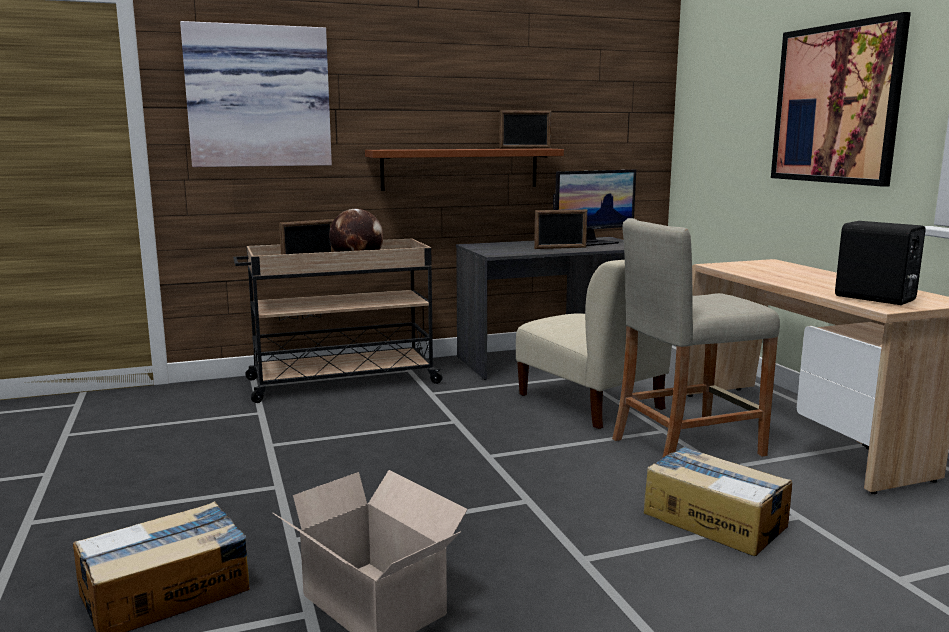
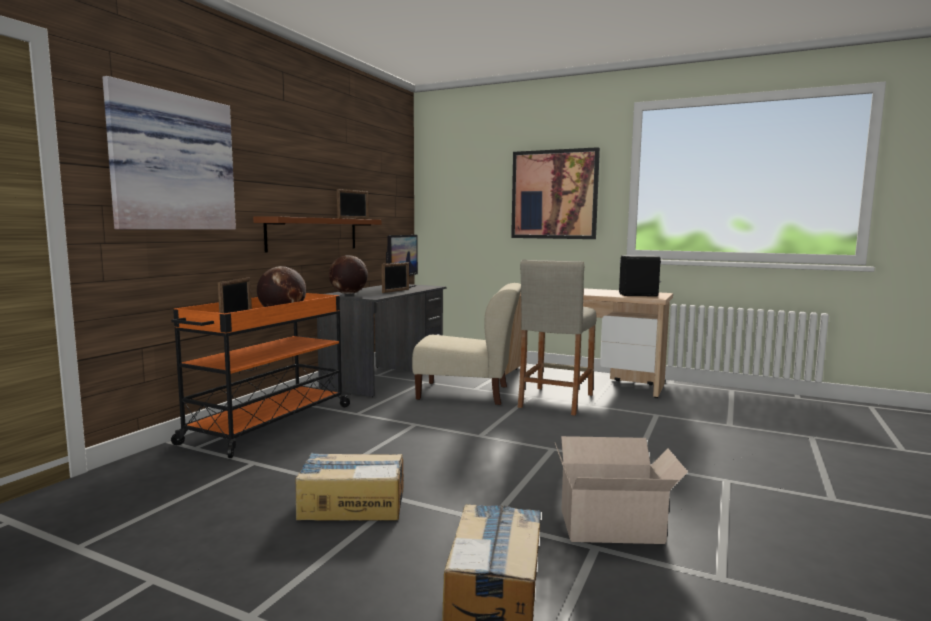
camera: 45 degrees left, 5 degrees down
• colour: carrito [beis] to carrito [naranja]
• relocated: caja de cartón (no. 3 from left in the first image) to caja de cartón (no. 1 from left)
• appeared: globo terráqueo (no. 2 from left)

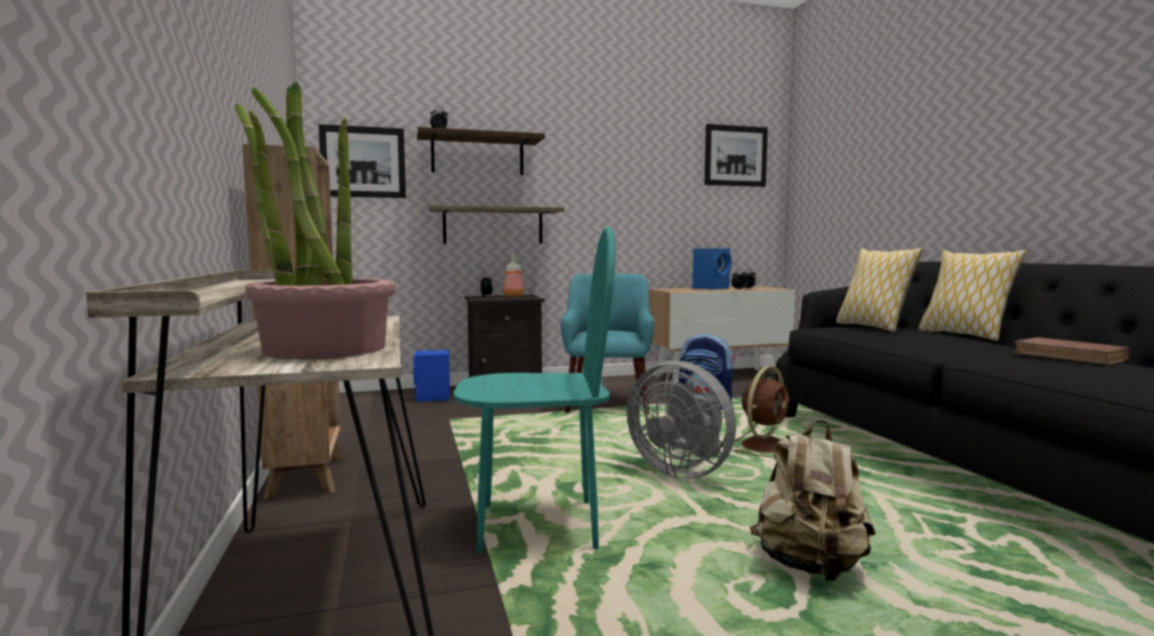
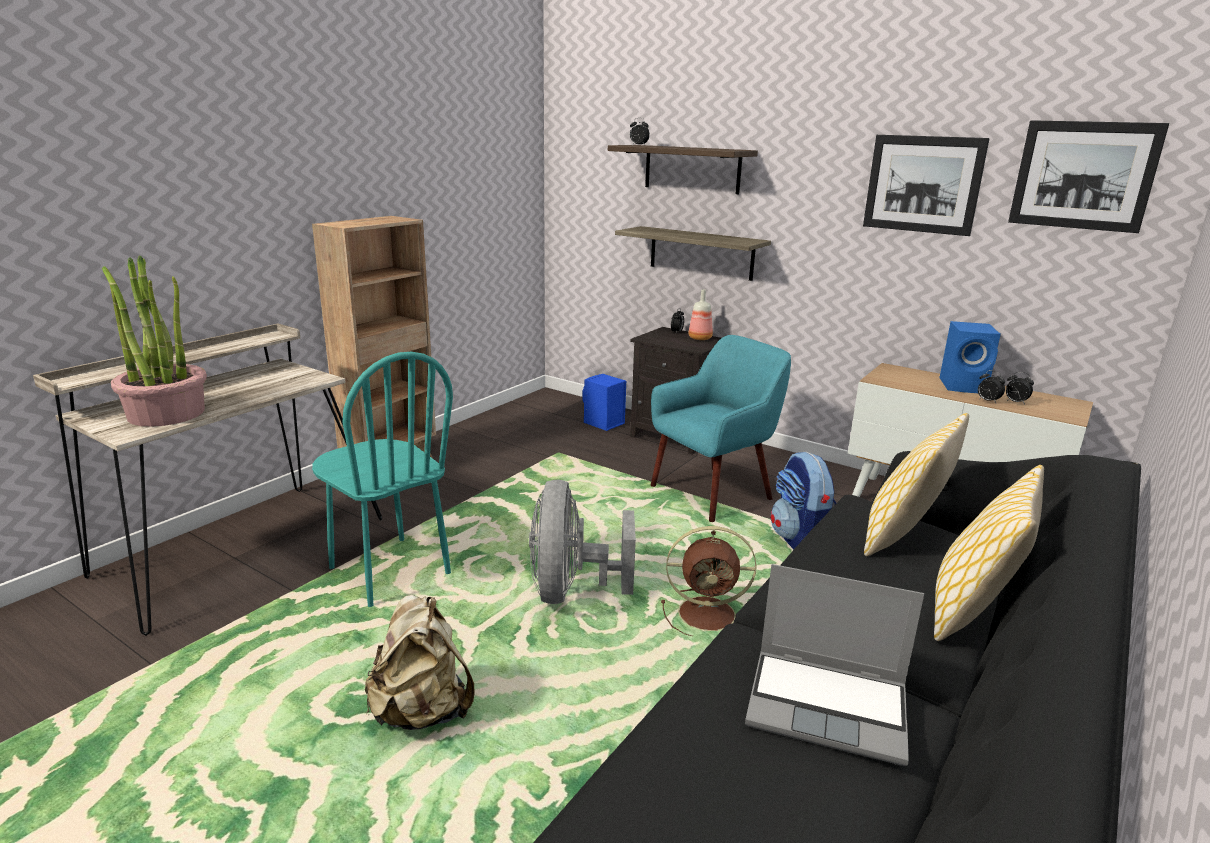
camera: 50 degrees right, 15 degrees up
• relocated: cuadro (no. 1 from left)
• exchanged: libro [marrón] to portátil

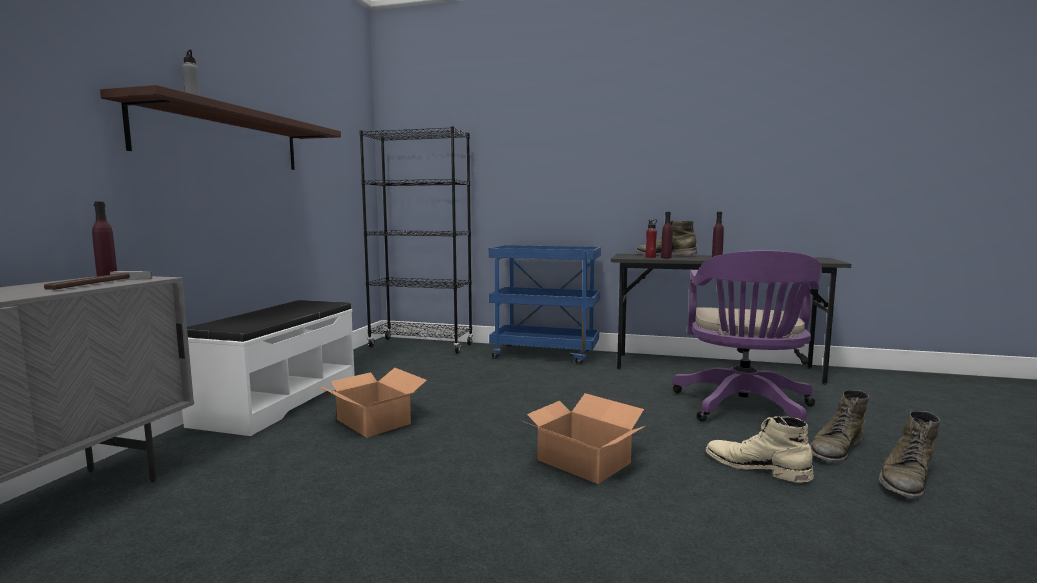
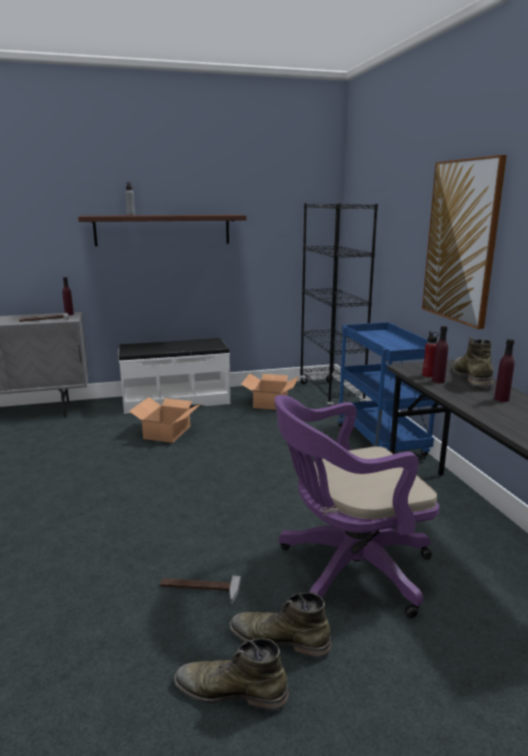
camera: 60 degrees right, 10 degrees up
• relocated: caja de cartón (no. 2 from left)
• exchanged: bota [beis] to martillo (no. 2 from left)
• appeared: cuadro

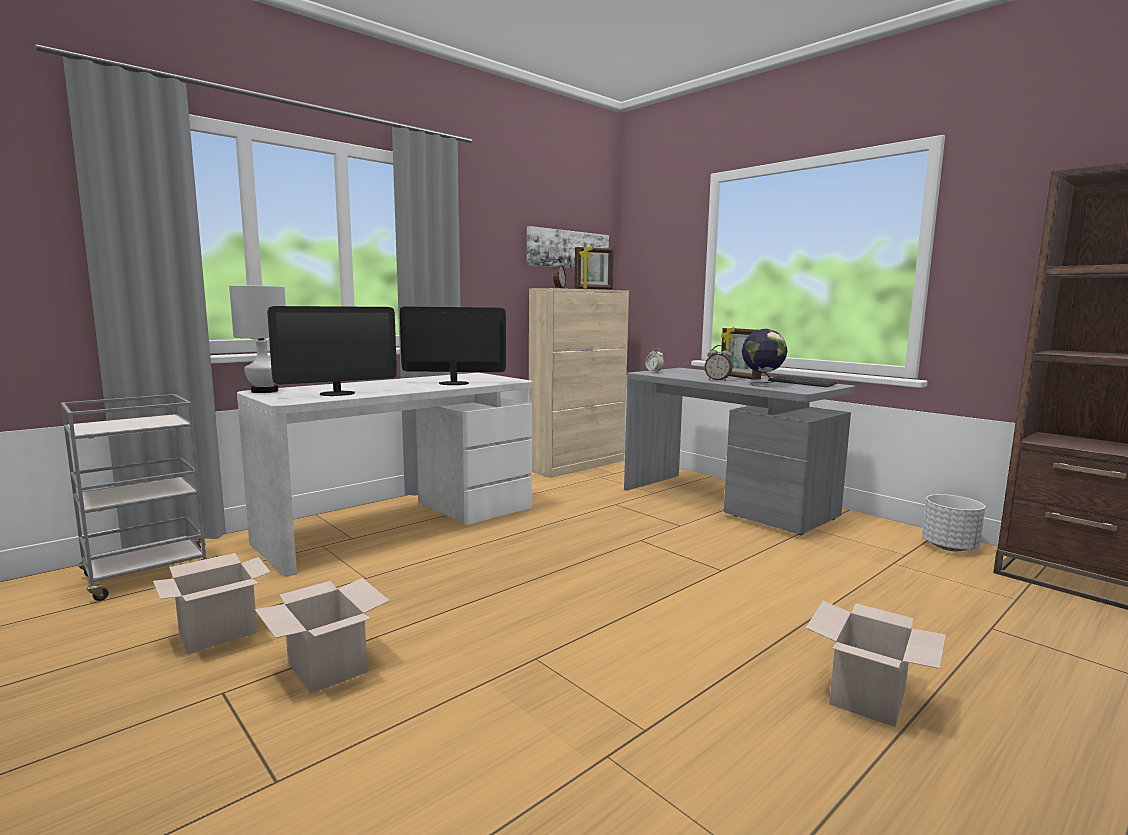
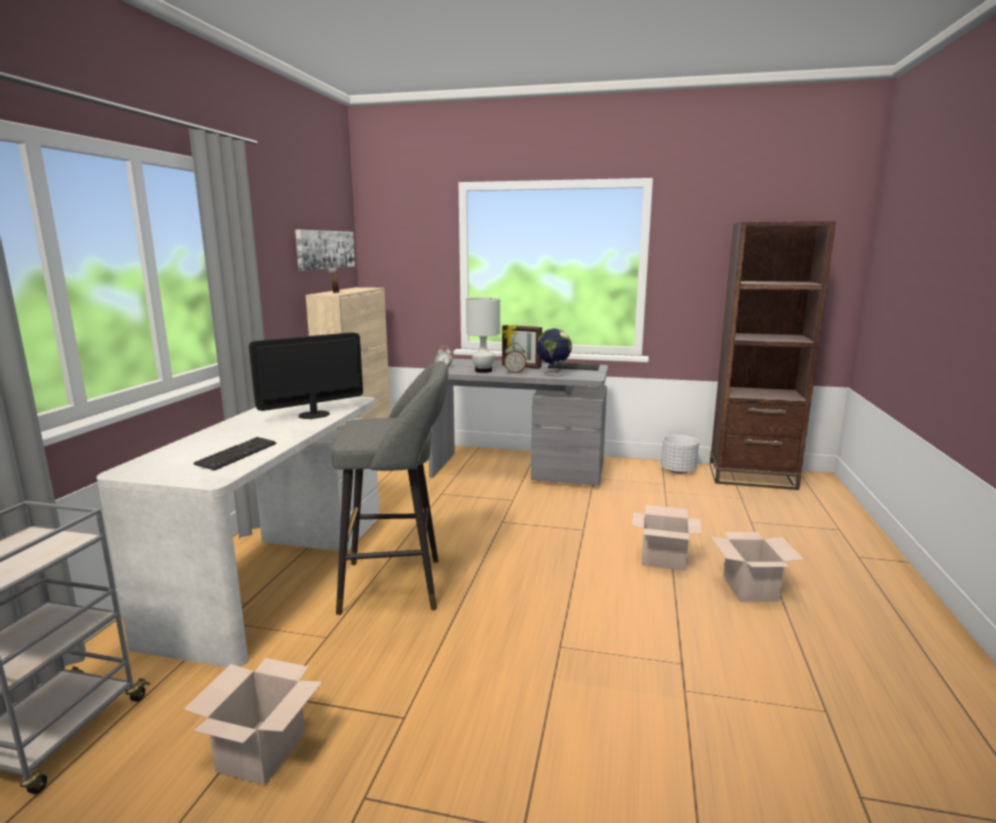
camera: 35 degrees left, 5 degrees up
• relocated: lámpara de mesa [blanco]
• relocated: caja de cartón (no. 2 from left)
• exchanged: monitor (no. 1 from left) to teclado (no. 1 from left)
• missing: portarretratos (no. 1 from left)
• appeared: taburete [gris]

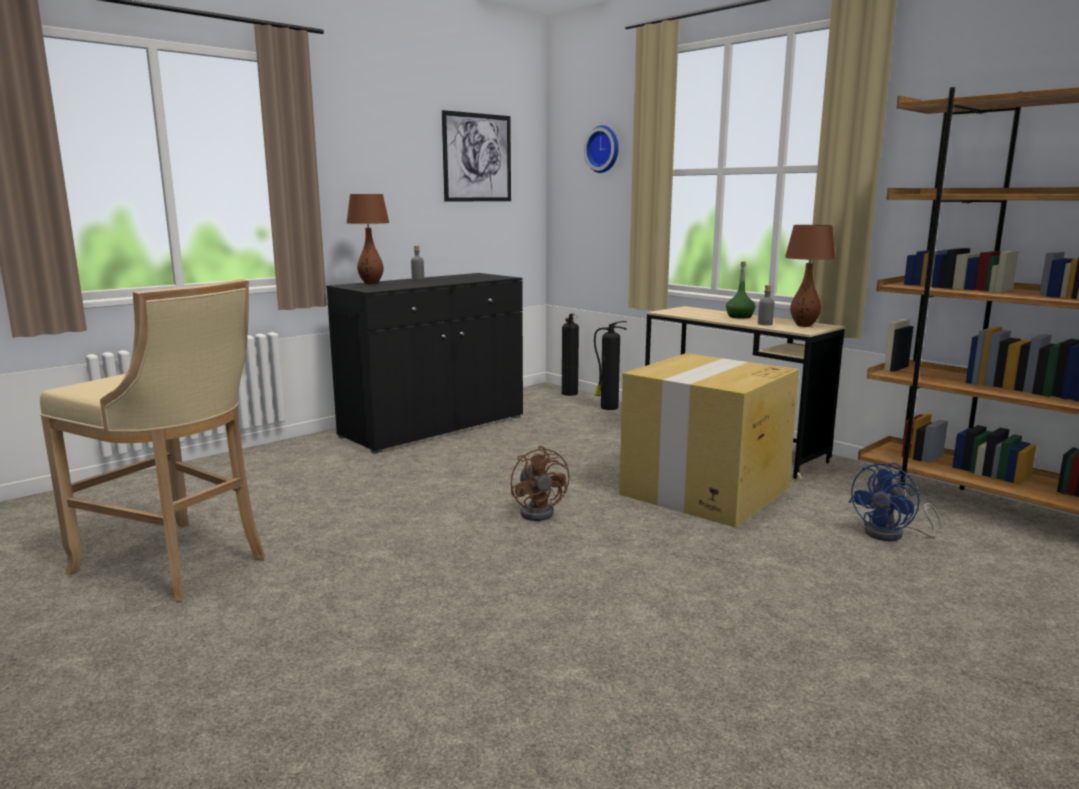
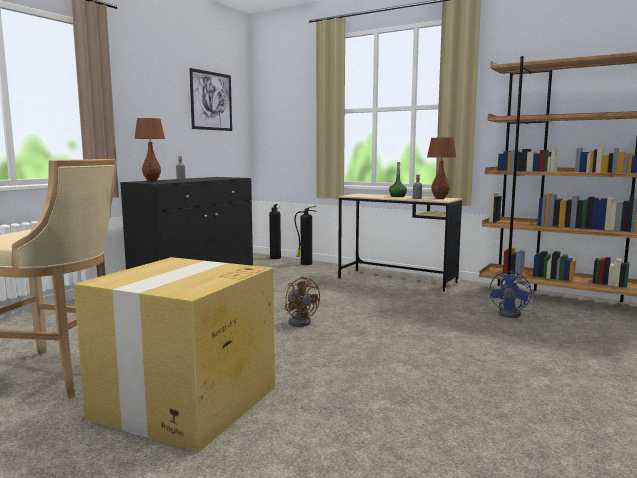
camera: 15 degrees left, 5 degrees down
• missing: reloj de pared
• relocated: caja de cartón

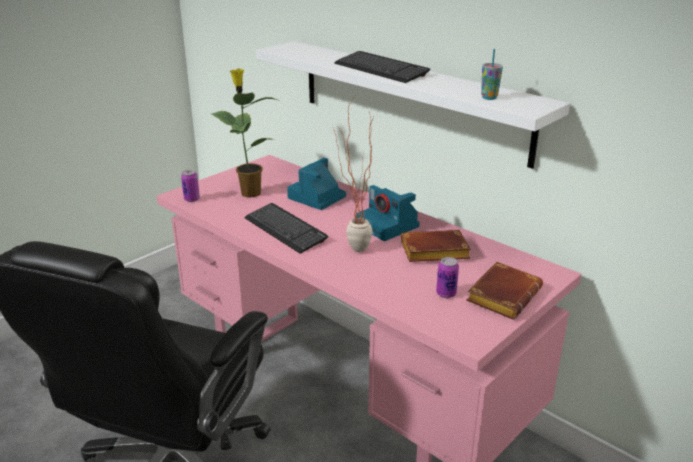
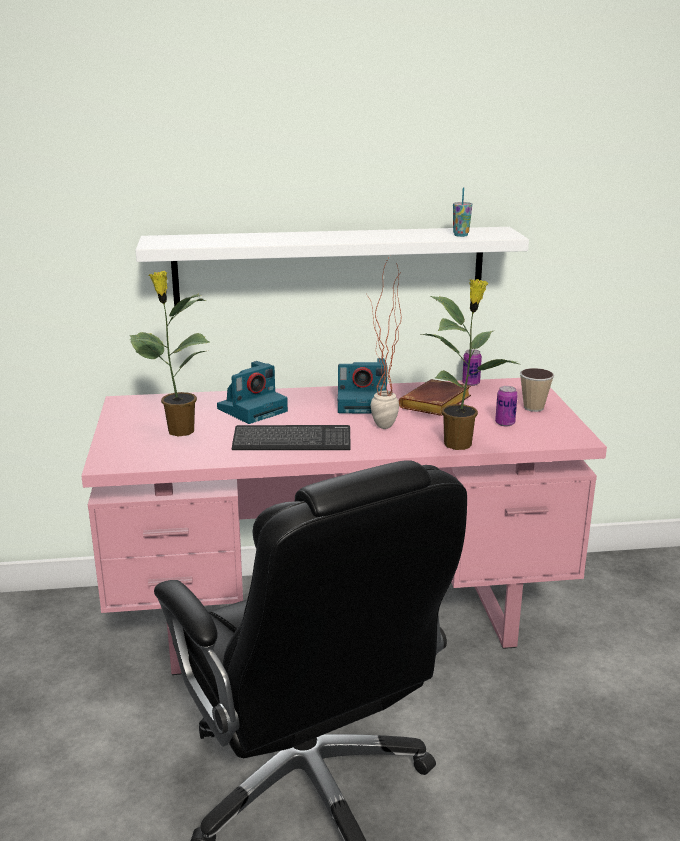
camera: 50 degrees left, 5 degrees down
• relocated: lata (no. 1 from left)
• spun: cámara (no. 1 from left) 120 degrees counterclockwise
• missing: teclado (no. 2 from left)
• exchanged: libro [marrón] (no. 2 from left) to taza (no. 2 from left)
• appeared: planta en maceta (no. 3 from left)

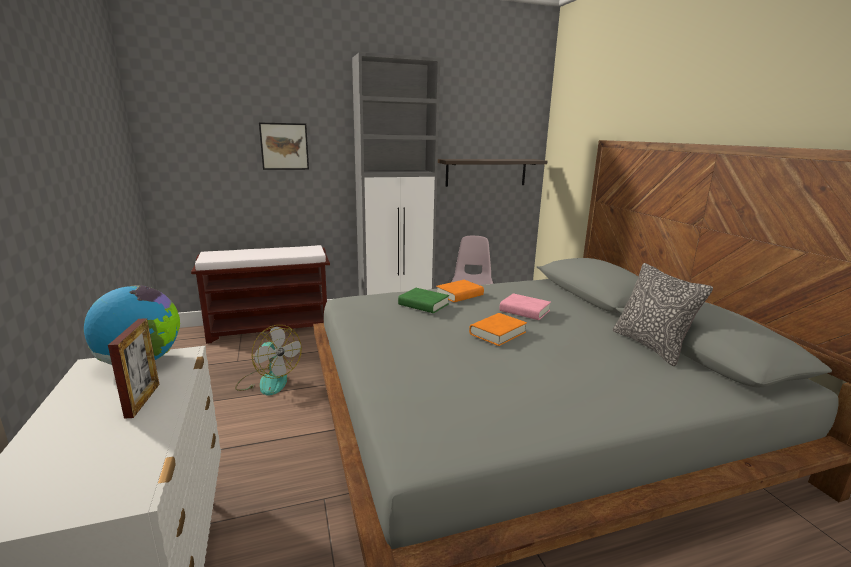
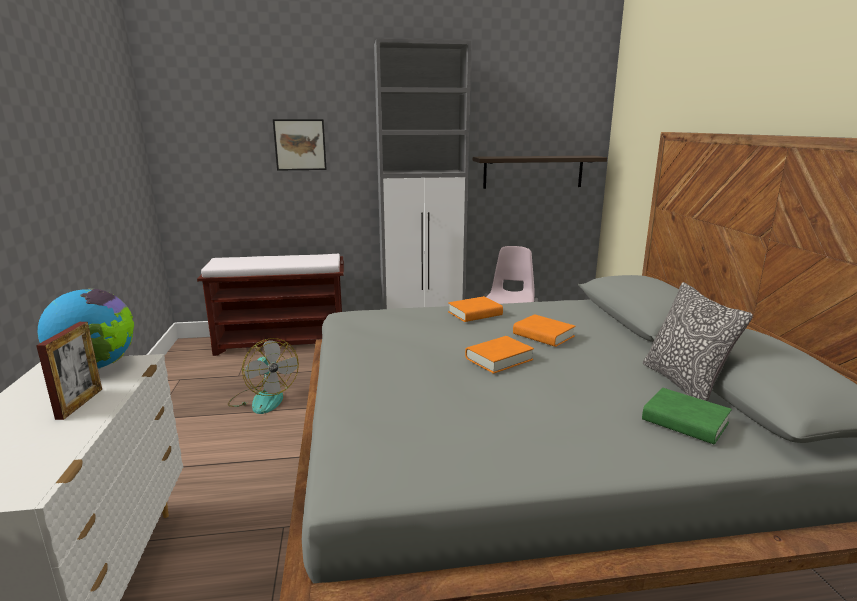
camera: 10 degrees right, 0 degrees up
• relocated: libro [verde]
• colour: libro [rosa] to libro [naranja] (no. 3 from left)

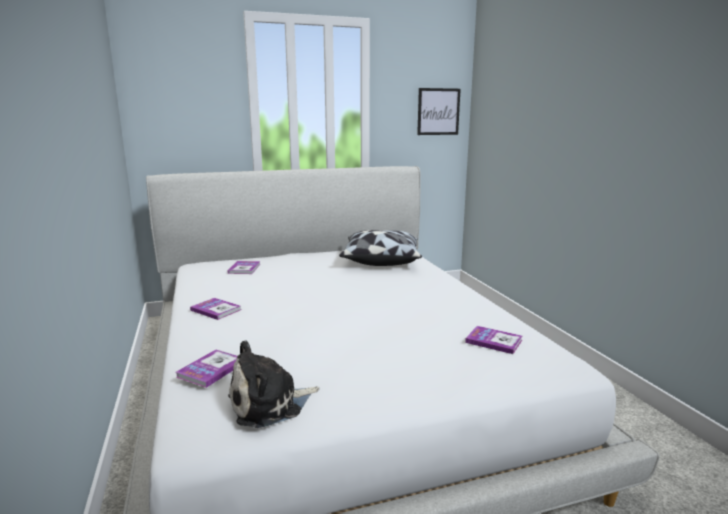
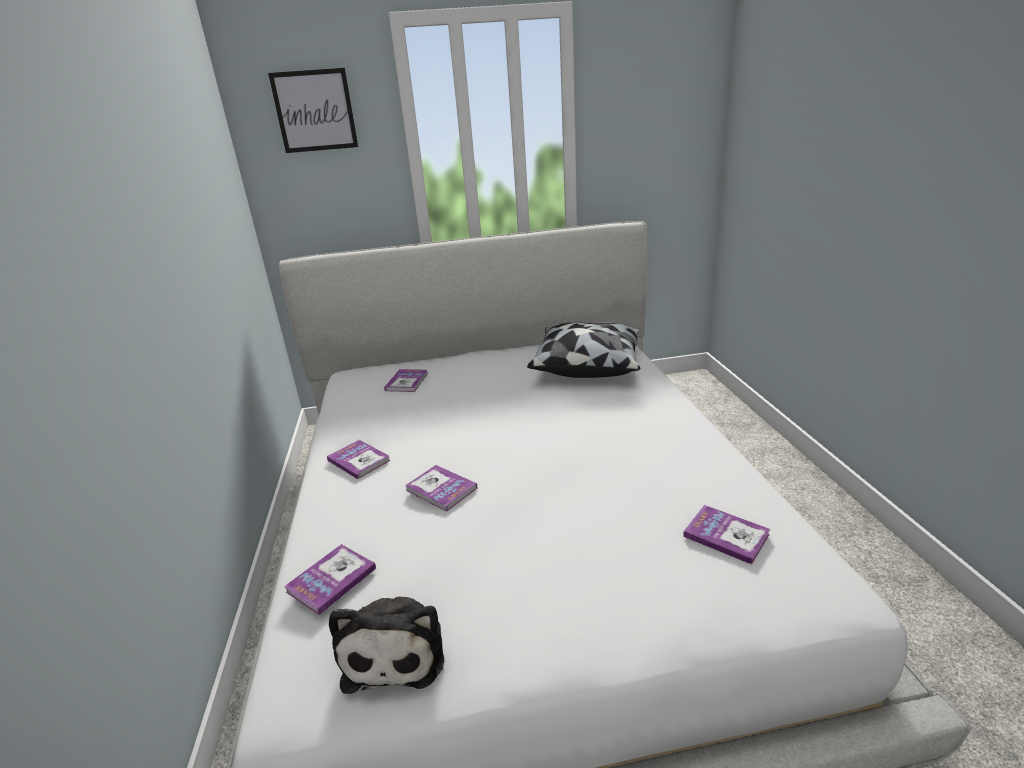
camera: 10 degrees right, 10 degrees up
• spun: peluche 75 degrees counterclockwise
• relocated: cuadro
• appeared: libro (no. 4 from left)

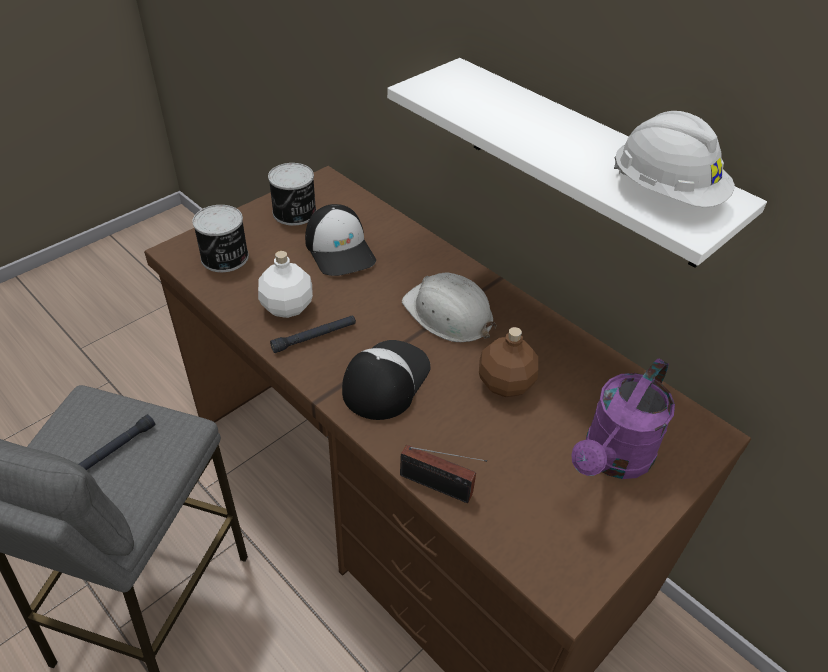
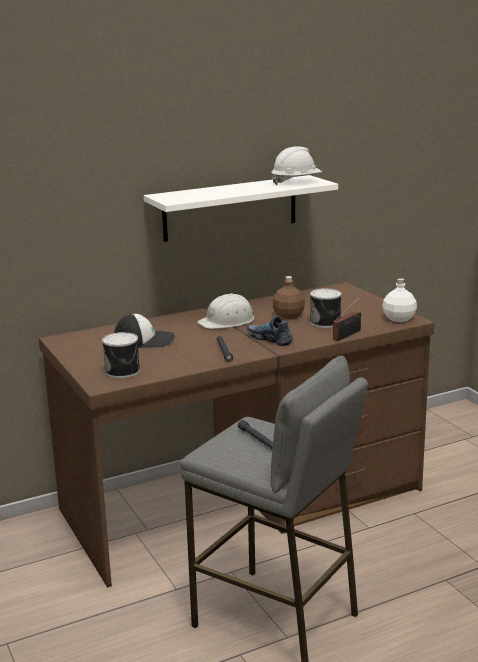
camera: 70 degrees left, 25 degrees down
• relocated: botella [blanco]
• relocated: lata (no. 2 from left)
• exchanged: gorra (no. 2 from left) to zapato
• missing: regadera [morado]

